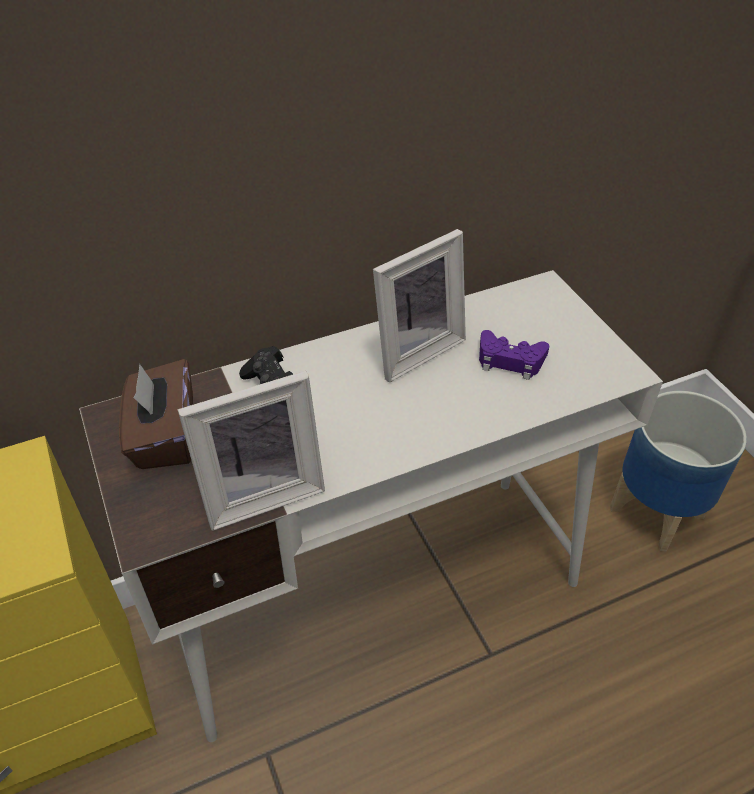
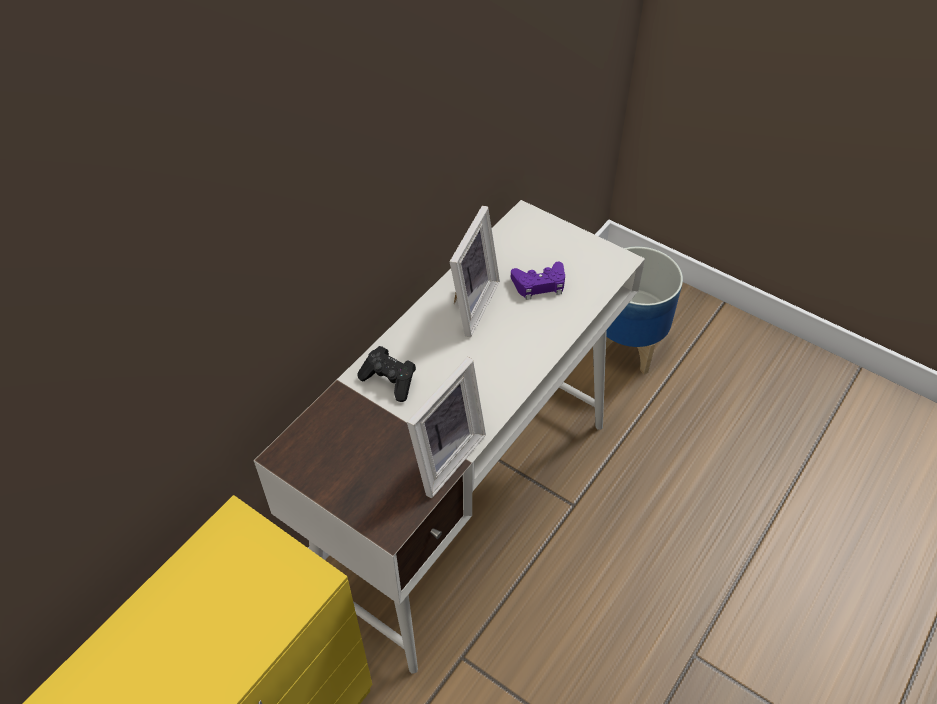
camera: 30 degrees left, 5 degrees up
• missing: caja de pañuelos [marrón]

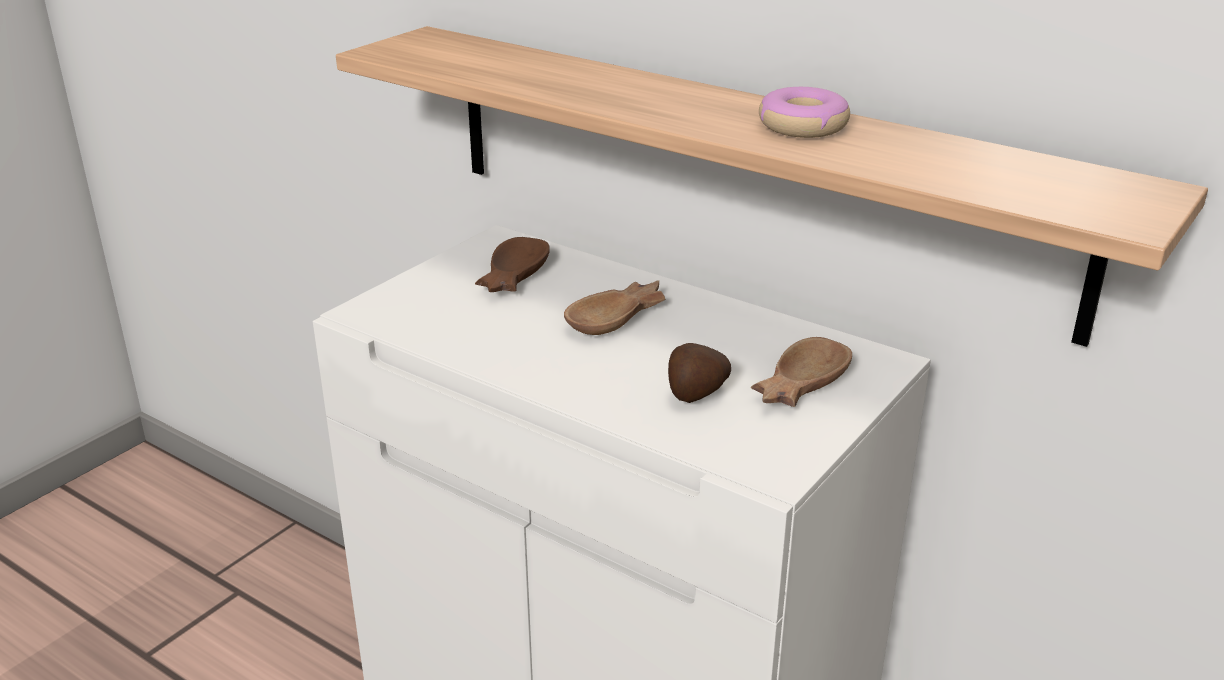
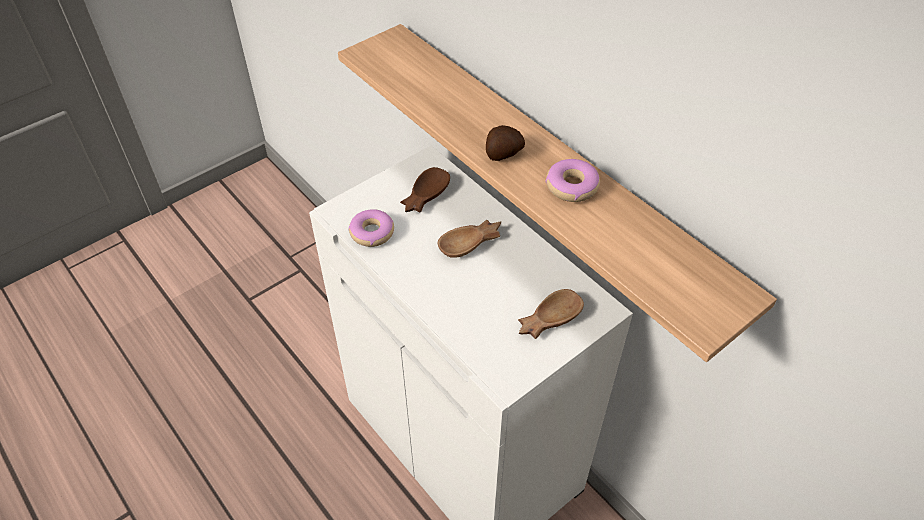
camera: 15 degrees right, 20 degrees up
• relocated: patata
• appeared: rosquilla (no. 1 from left)

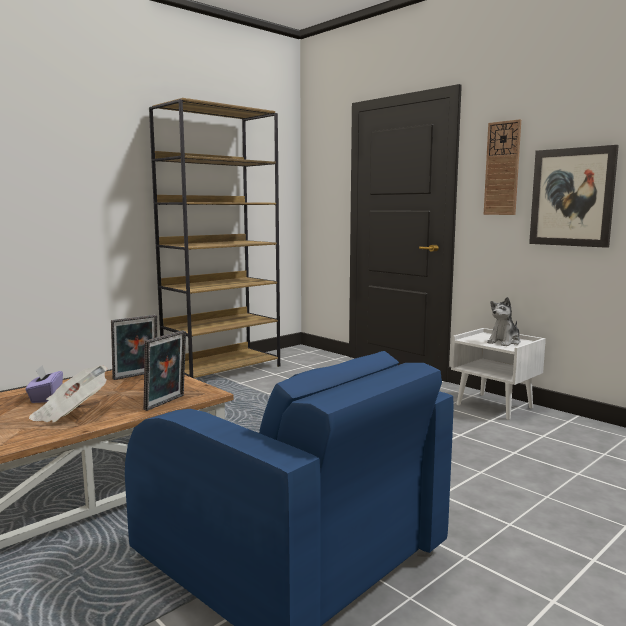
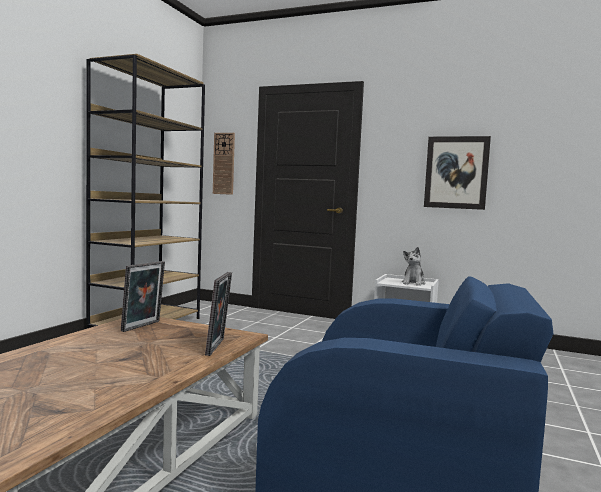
camera: 25 degrees left, 5 degrees down
• missing: caja de pañuelos [morado]
• missing: periódico
• relocated: reloj de pared

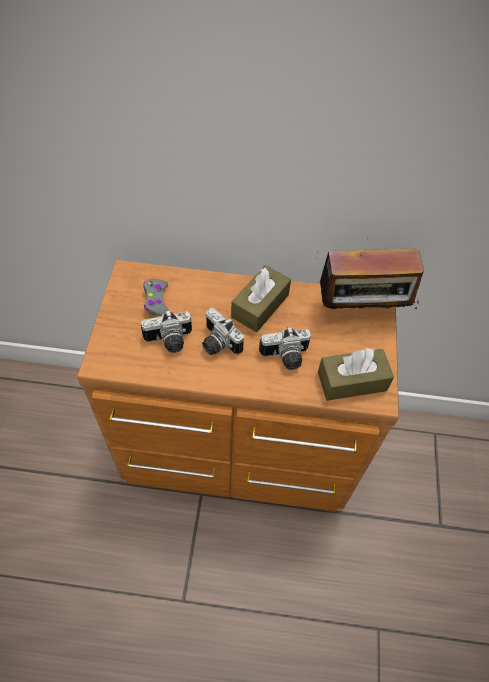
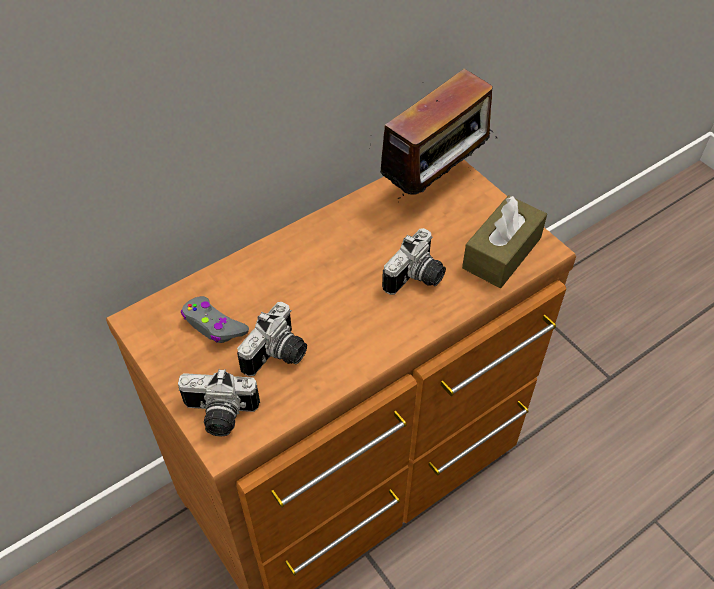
camera: 40 degrees left, 5 degrees down
• relocated: cámara (no. 2 from left in the first image) to cámara (no. 1 from left)
• missing: caja de pañuelos [marrón] (no. 1 from left)

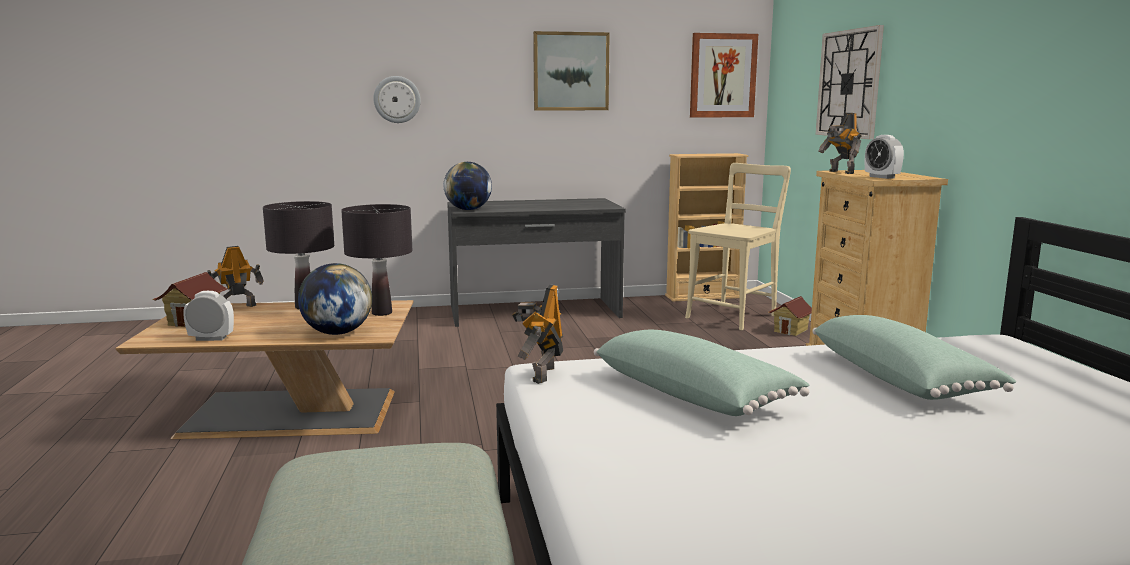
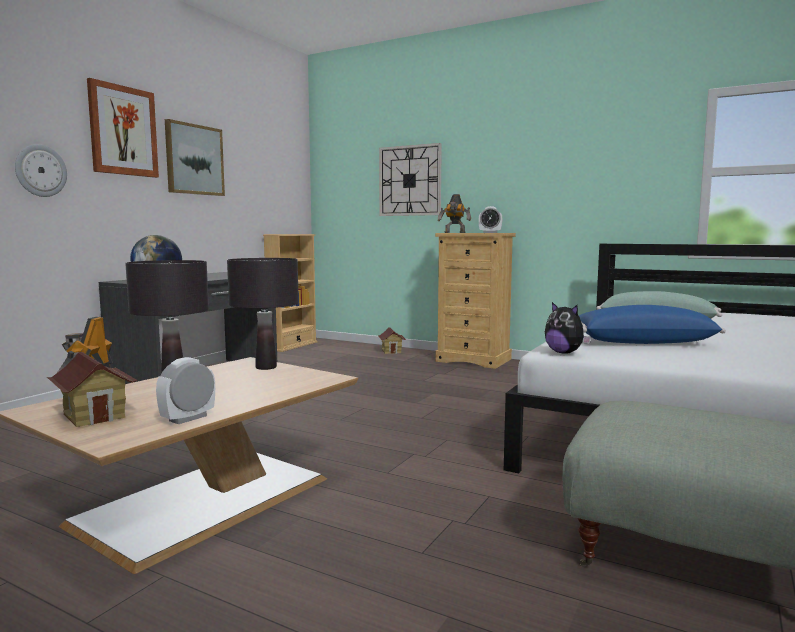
camera: 50 degrees left, 5 degrees down
• missing: globo terráqueo (no. 1 from left)
• exchanged: robot de juguete (no. 2 from left) to peluche
• colour: cojín [verde] (no. 1 from left) to cojín [azul]
• missing: silla [beis]
• relocated: cuadro (no. 2 from left in the first image) to cuadro (no. 1 from left)

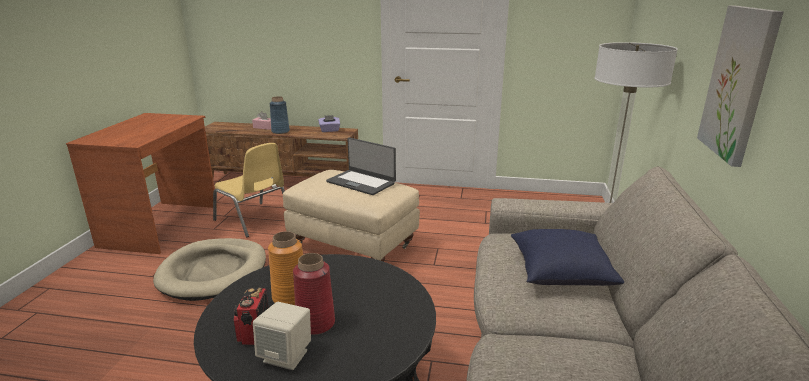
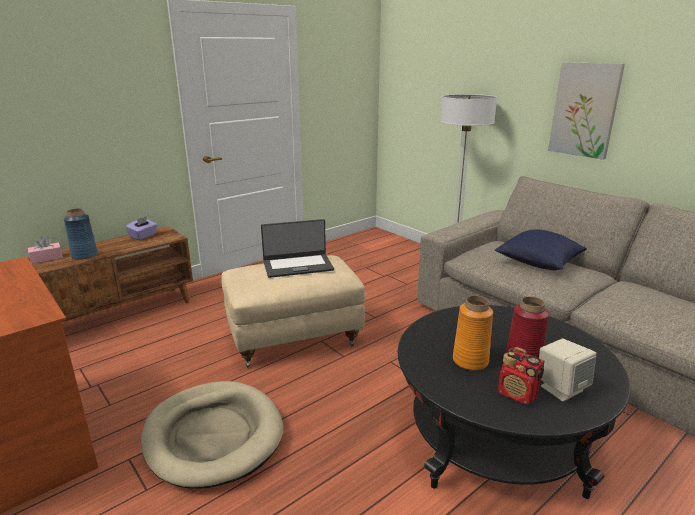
camera: 50 degrees left, 0 degrees up
• missing: silla [amarillo]

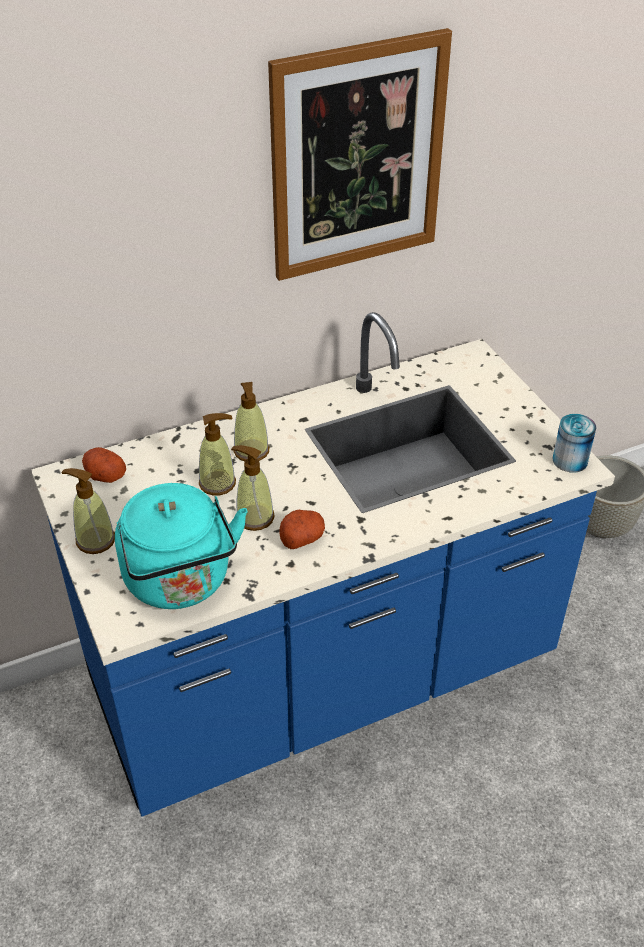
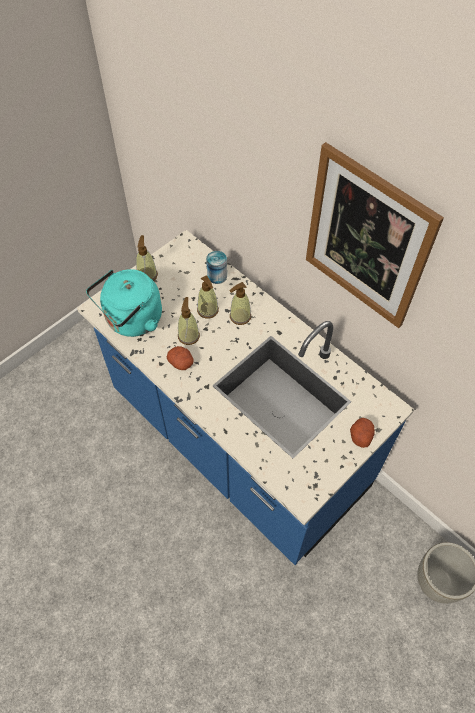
camera: 70 degrees right, 15 degrees up
• relocated: patata (no. 1 from left in the first image) to patata (no. 2 from left)
• relocated: lata

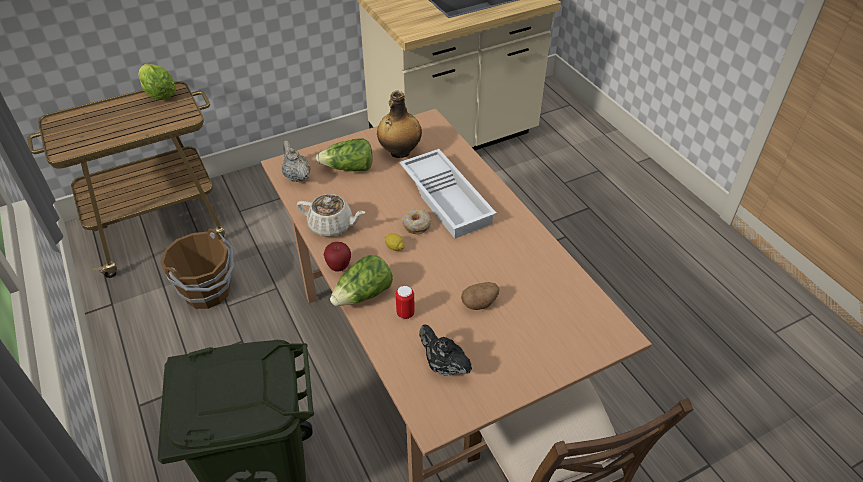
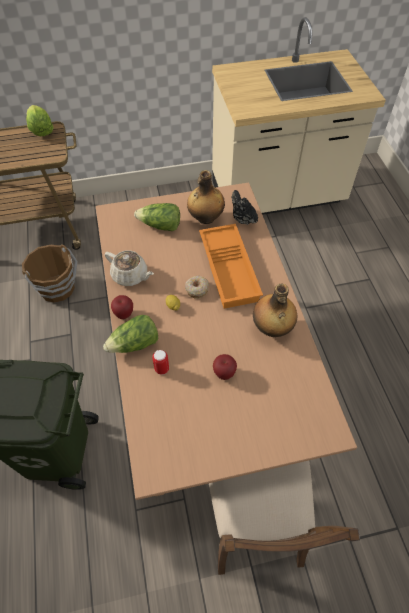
camera: 15 degrees right, 10 degrees up
• missing: tetera [beis] (no. 1 from left)
• colour: bandeja [blanco] to bandeja [naranja]
• relocated: tetera [negro]
• exchanged: patata to manzana (no. 2 from left)
• appeared: botella (no. 2 from left)

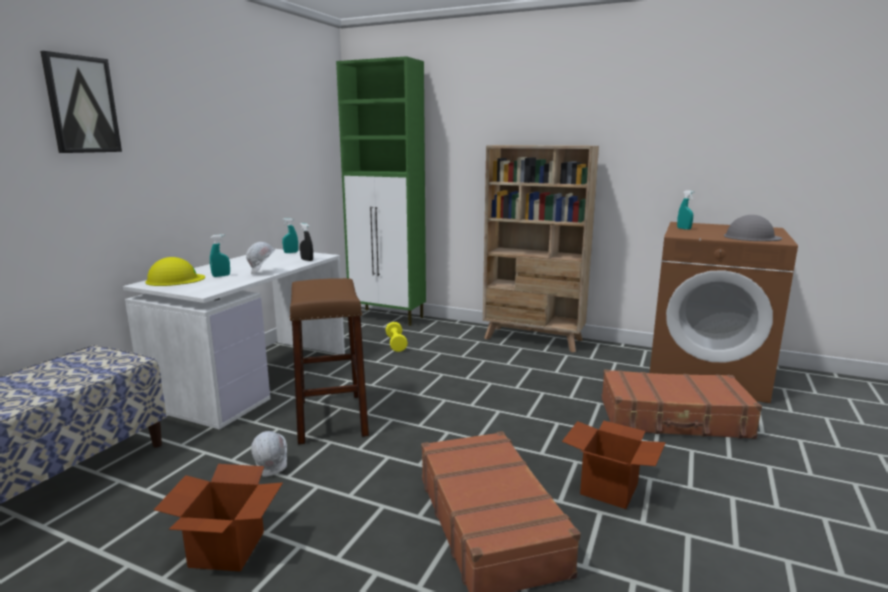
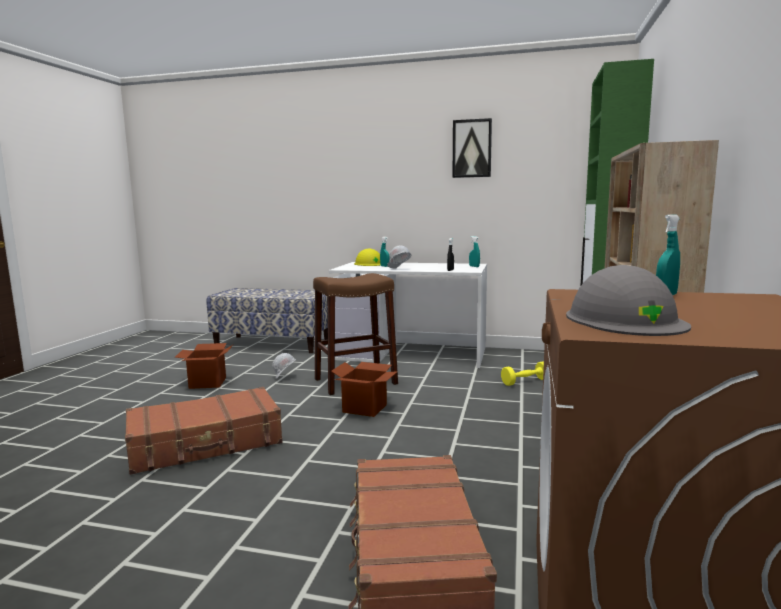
camera: 80 degrees right, 5 degrees down
• relocated: cuadro
• relocated: caja de cartón (no. 2 from left)

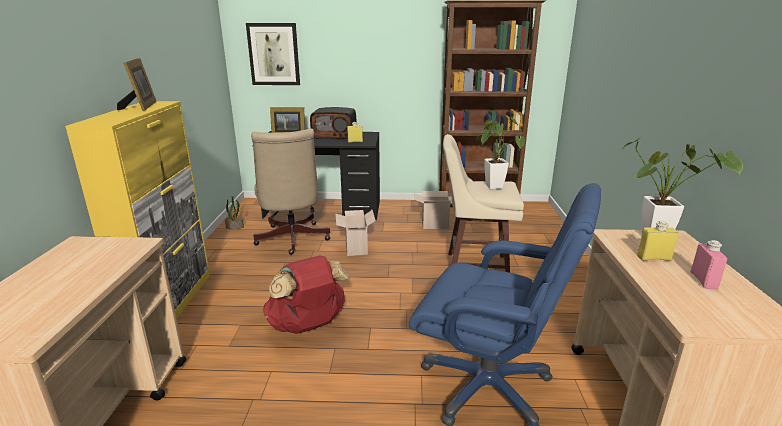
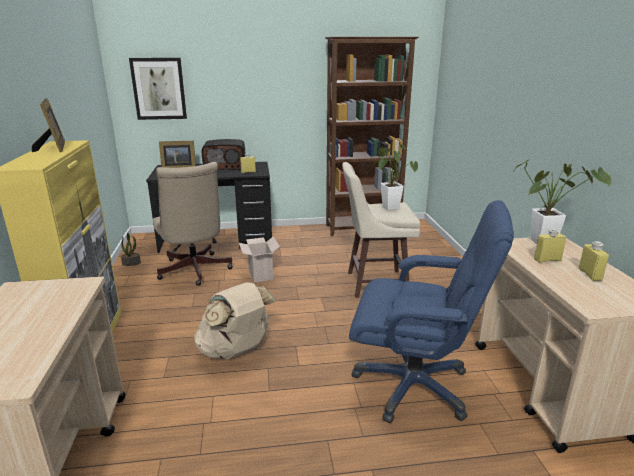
camera: 10 degrees left, 0 degrees up
• colour: mochila [rojo] to mochila [beis]
• missing: caja de cartón (no. 2 from left)
• colour: botella [rosa] to botella [amarillo] (no. 3 from left)

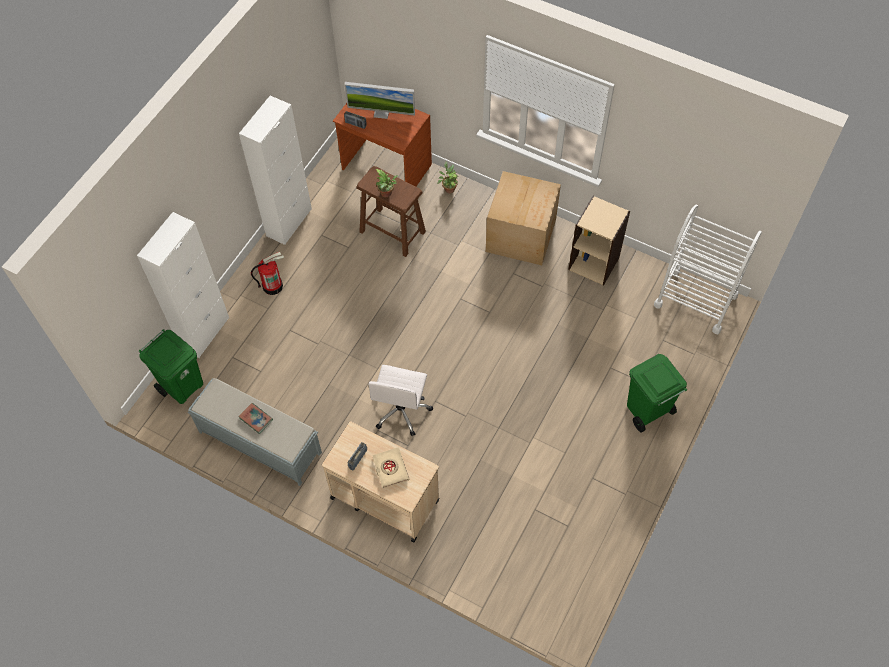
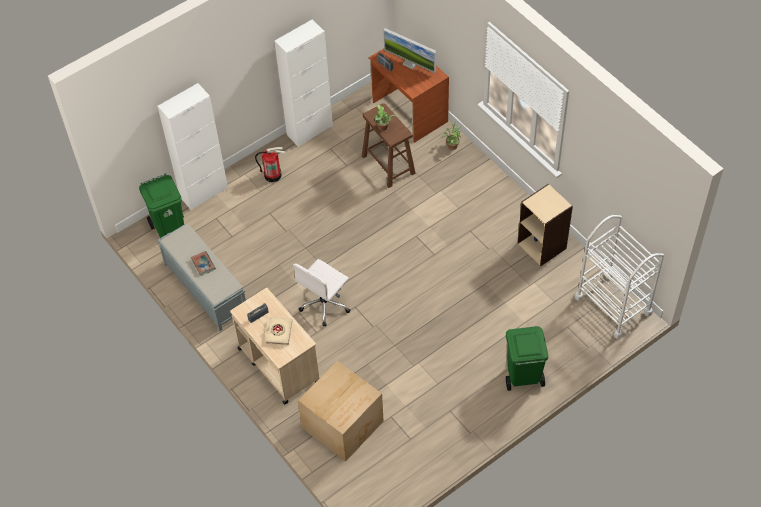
camera: 25 degrees right, 5 degrees down
• relocated: caja de cartón

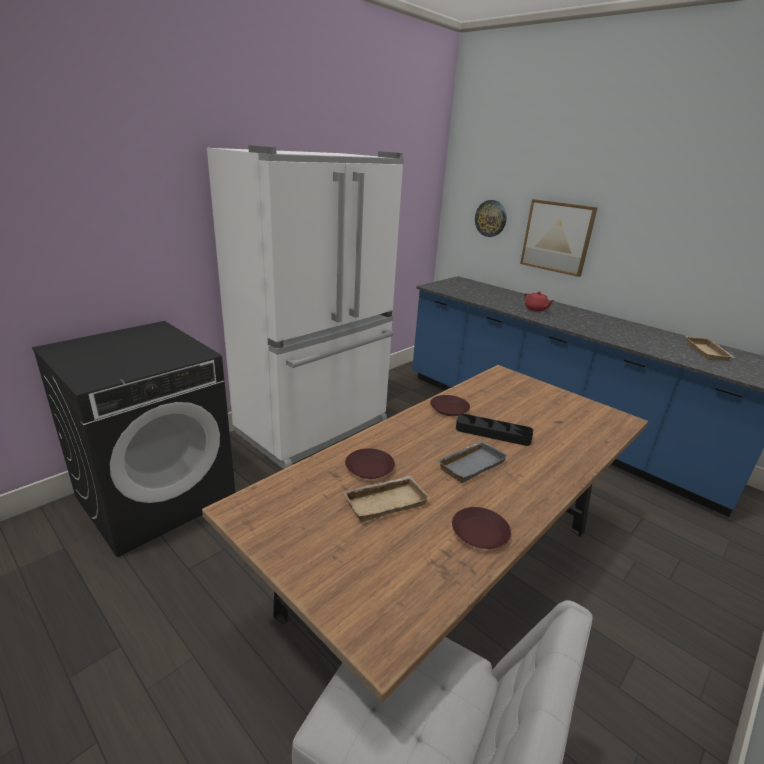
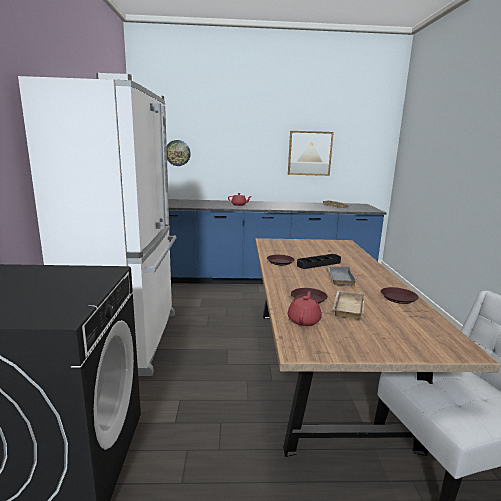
camera: 45 degrees left, 10 degrees down
• relocated: cuadro
• appeared: tetera [rojo] (no. 2 from left)

